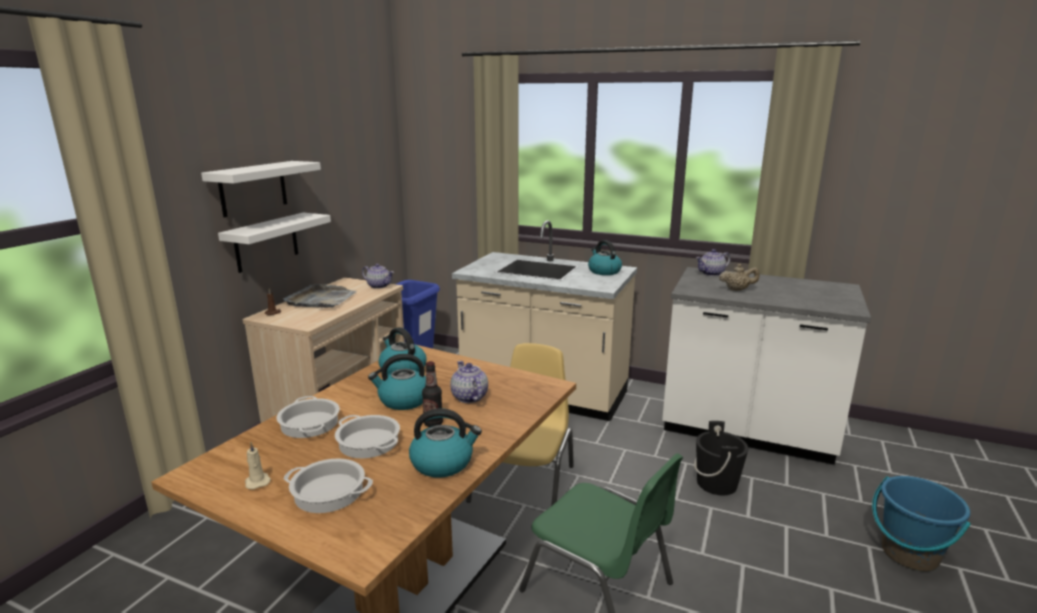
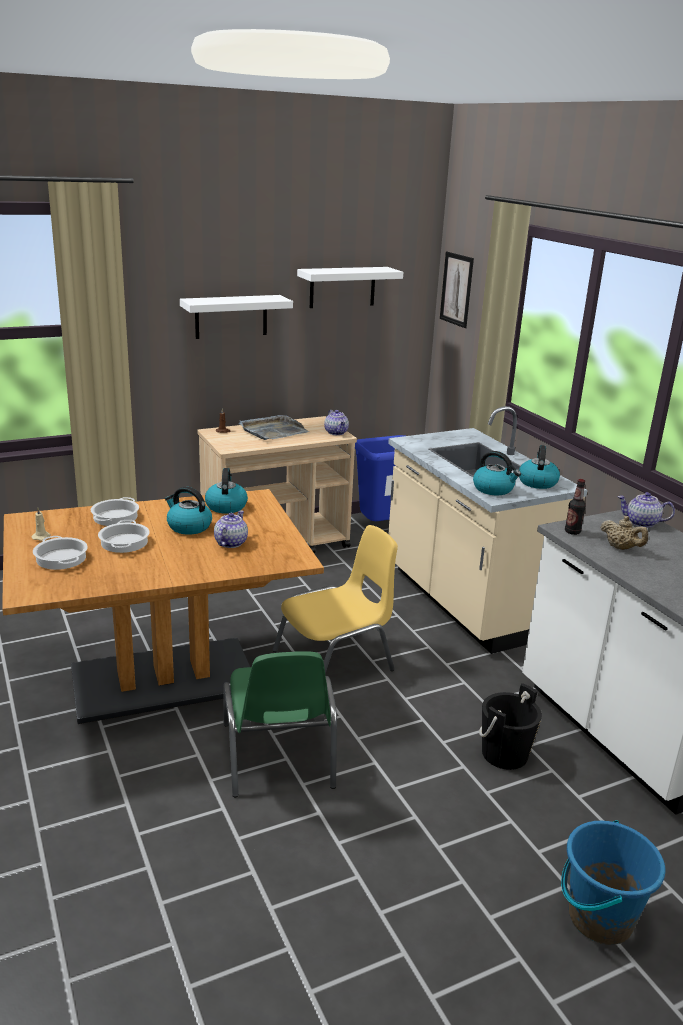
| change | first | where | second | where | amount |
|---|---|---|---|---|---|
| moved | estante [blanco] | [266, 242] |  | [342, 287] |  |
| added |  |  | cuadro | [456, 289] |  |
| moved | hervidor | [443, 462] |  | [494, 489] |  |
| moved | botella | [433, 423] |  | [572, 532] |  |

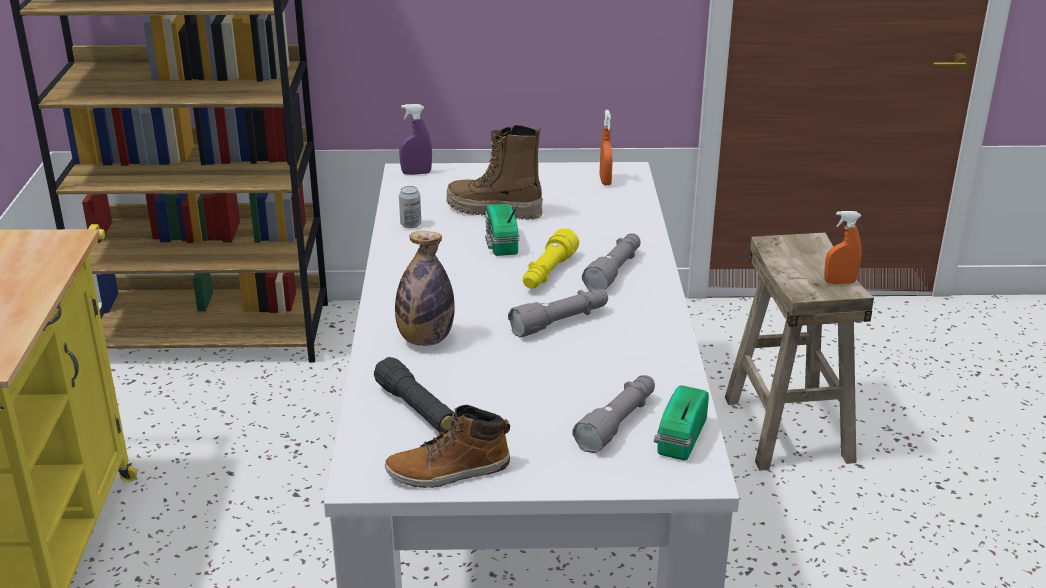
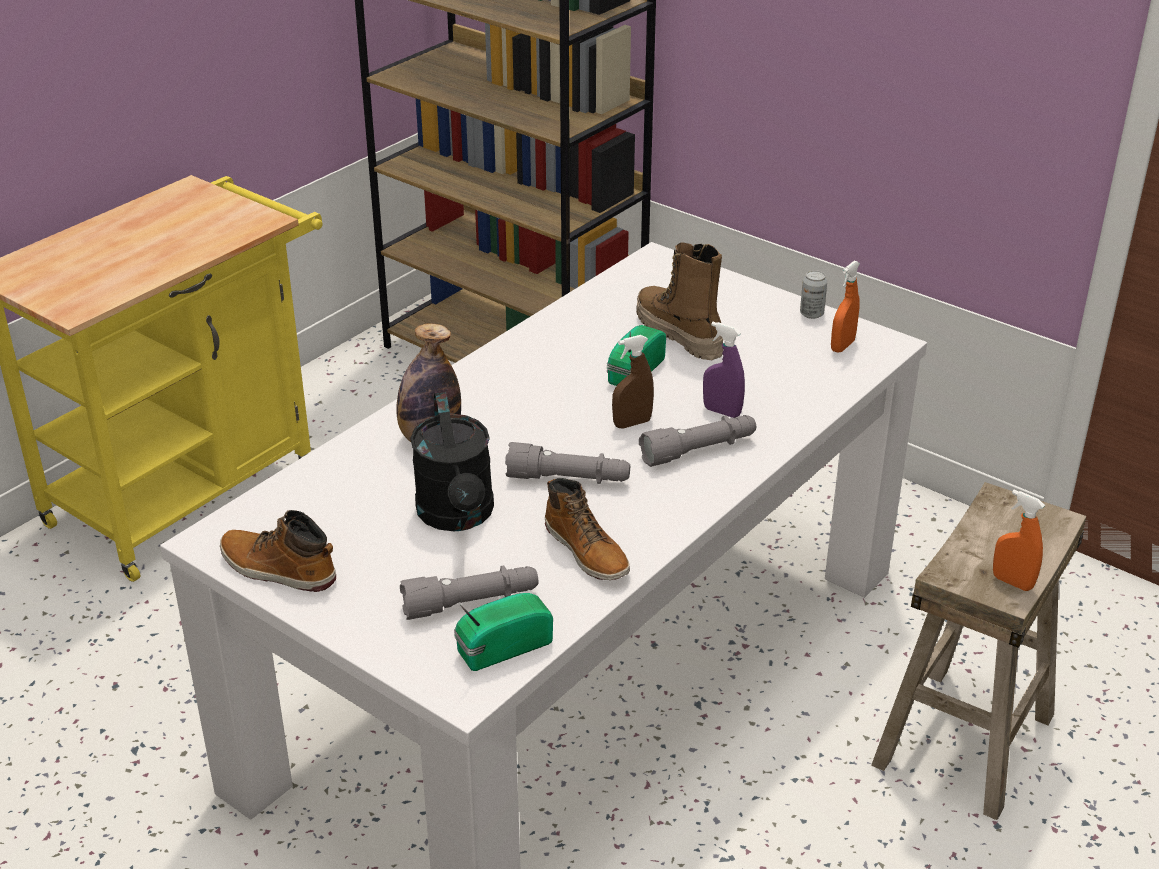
| change | first | where | second | where | amount |
|---|---|---|---|---|---|
| added |  |  | regadera [negro] | [458, 516] |  |
| added |  |  | bota | [587, 551] |  |
| replaced | linterna [amarillo] | [548, 273] | pulverizador [marrón] | [632, 423] |  |
| moved | pulverizador [morado] | [416, 173] |  | [722, 412] |  |
| moved | lata | [410, 224] |  | [811, 314] |  |
| removed | linterna [negro] | [416, 408] |  |  |  |

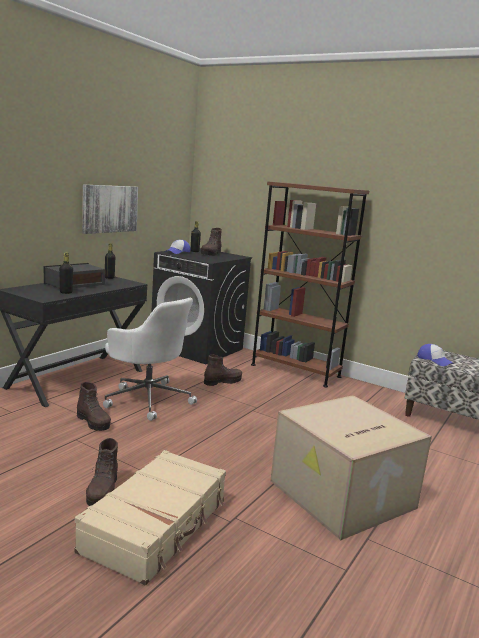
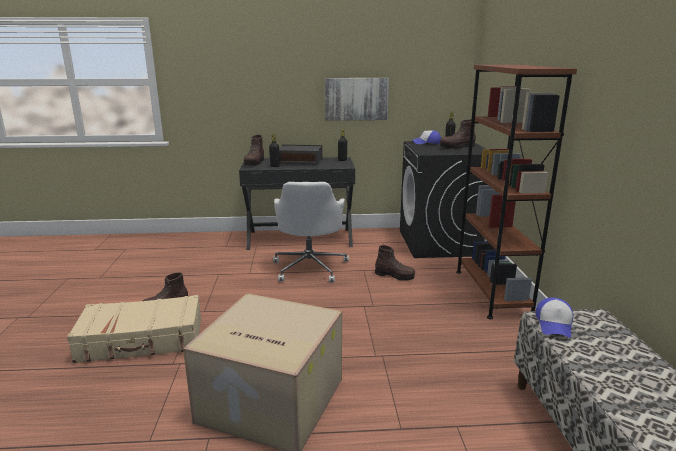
| change | first | where | second | where | amount |
|---|---|---|---|---|---|
| moved | bota [marrón] | [93, 422] |  | [254, 163] |  |

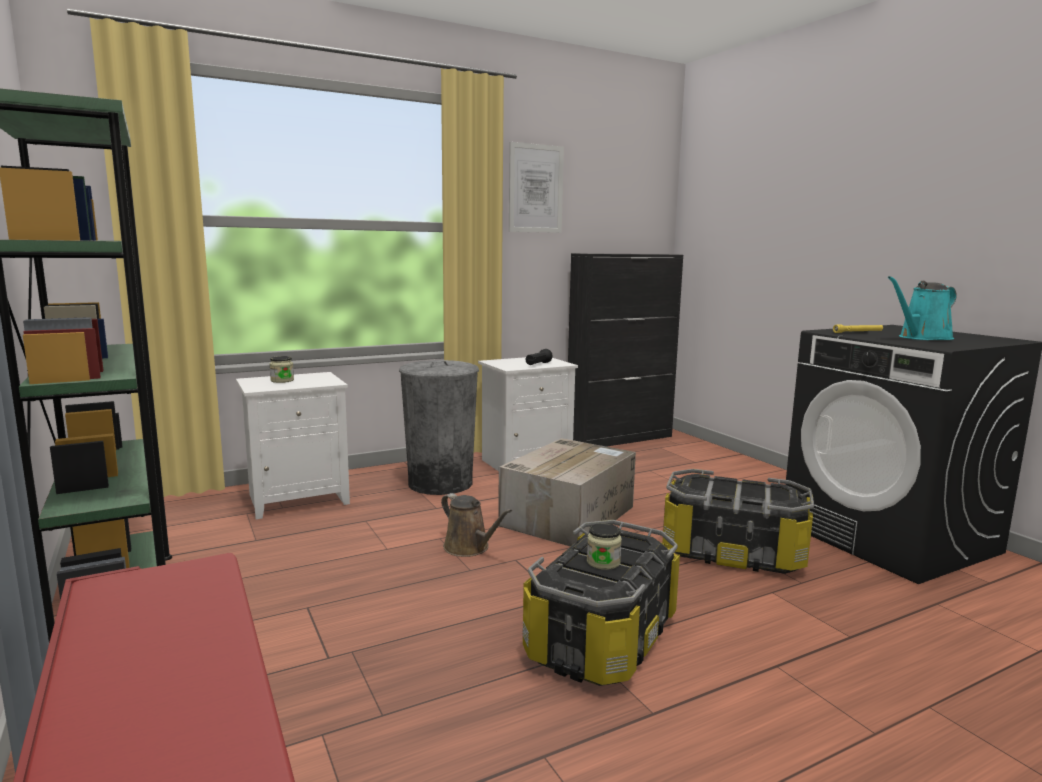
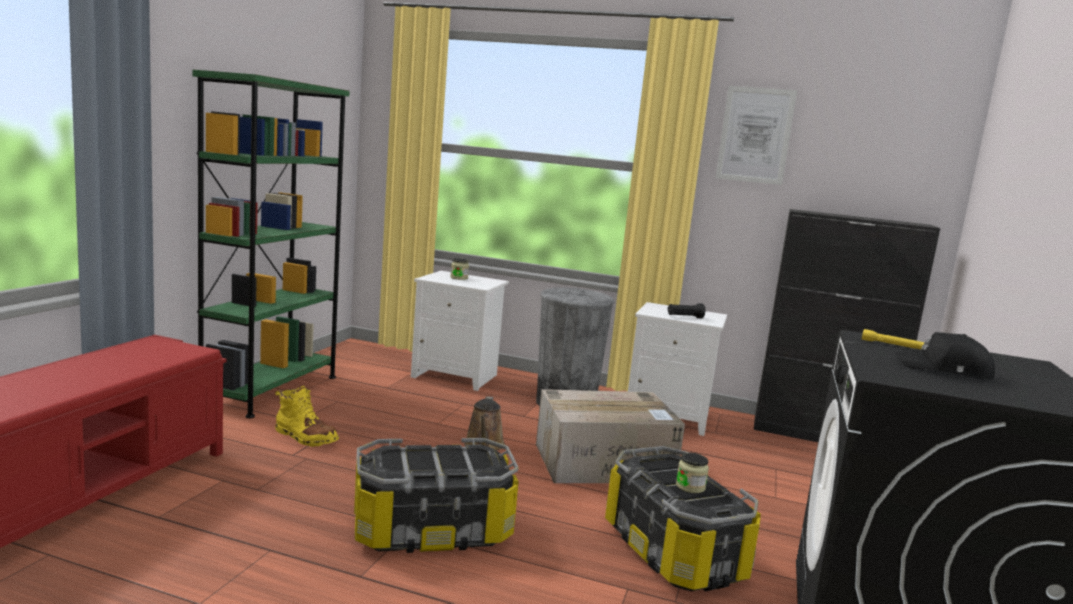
| change | first | where | second | where | amount |
|---|---|---|---|---|---|
| added |  |  | bota [amarillo] | [305, 437] |  |
| moved | tarro | [603, 562] |  | [690, 487] |  |
| replaced | regadera [turquesa] | [922, 338] | gorra [negro] | [945, 370] |  |

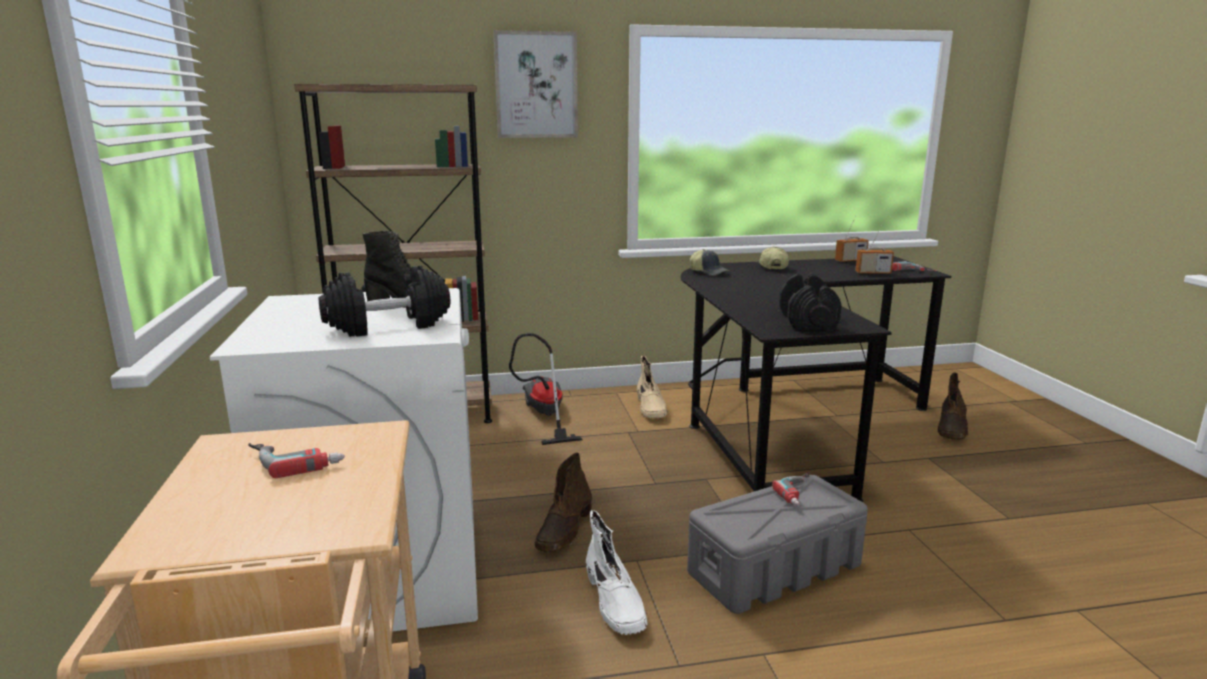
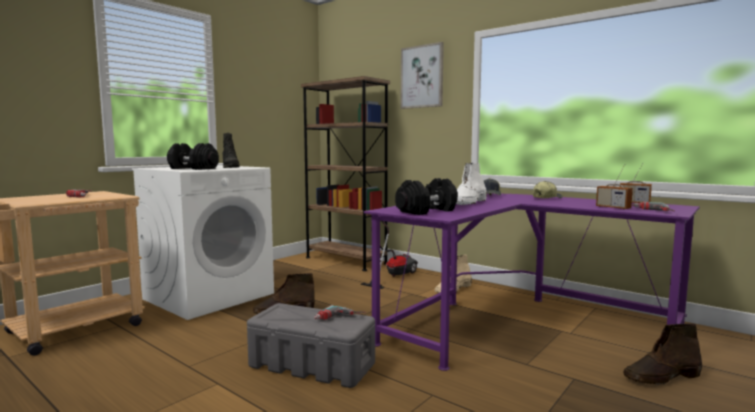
| change | first | where | second | where | amount |
|---|---|---|---|---|---|
| recoloured | escritorio [negro] | [788, 423] | escritorio [morado] | [517, 323] |  |
| moved | bota [blanco] | [615, 602] |  | [468, 203] |  |

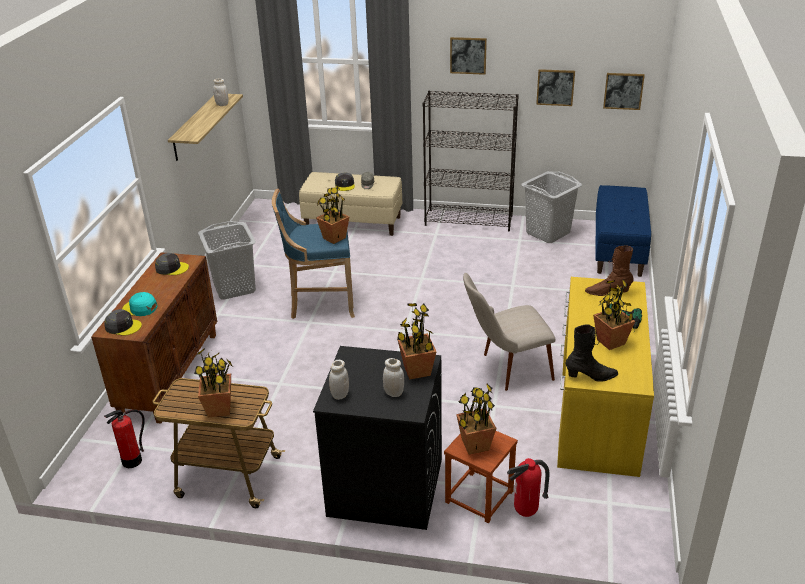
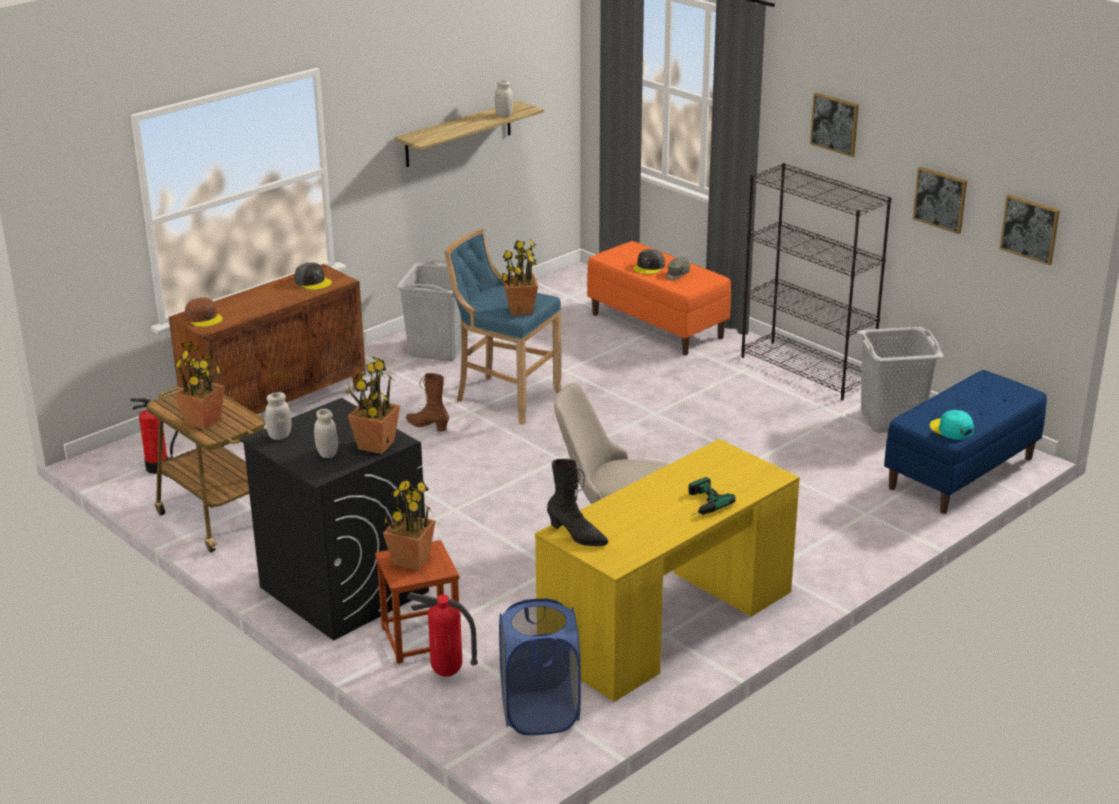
| change | first | where | second | where | amount |
|---|---|---|---|---|---|
| recoloured | gorra [gris] | [123, 326] | gorra [marrón] | [204, 318] |  |
| moved | bota [marrón] | [607, 292] |  | [428, 426] |  |
| added |  |  | cesto de la ropa [azul] | [540, 713] |  |
| recoloured | banco [beis] | [353, 223] | banco [naranja] | [658, 326] |  |
| moved | gorra [turquesa] | [140, 308] |  | [951, 429] |  |
| removed | planta en maceta | [611, 342] |  |  |  |

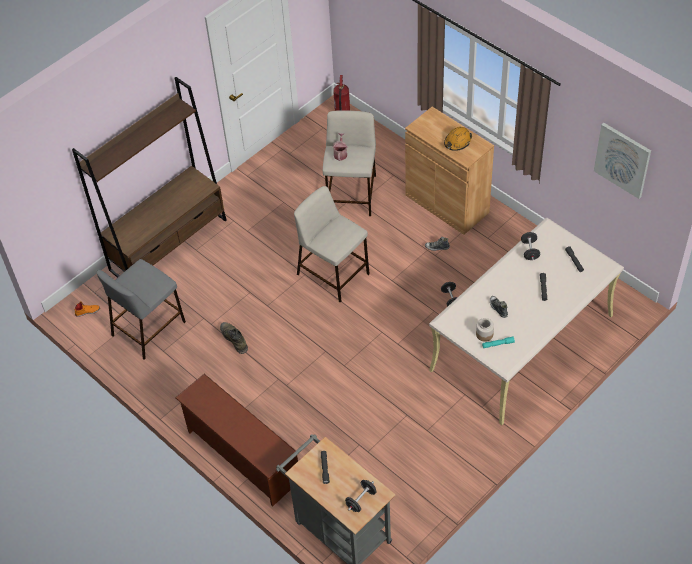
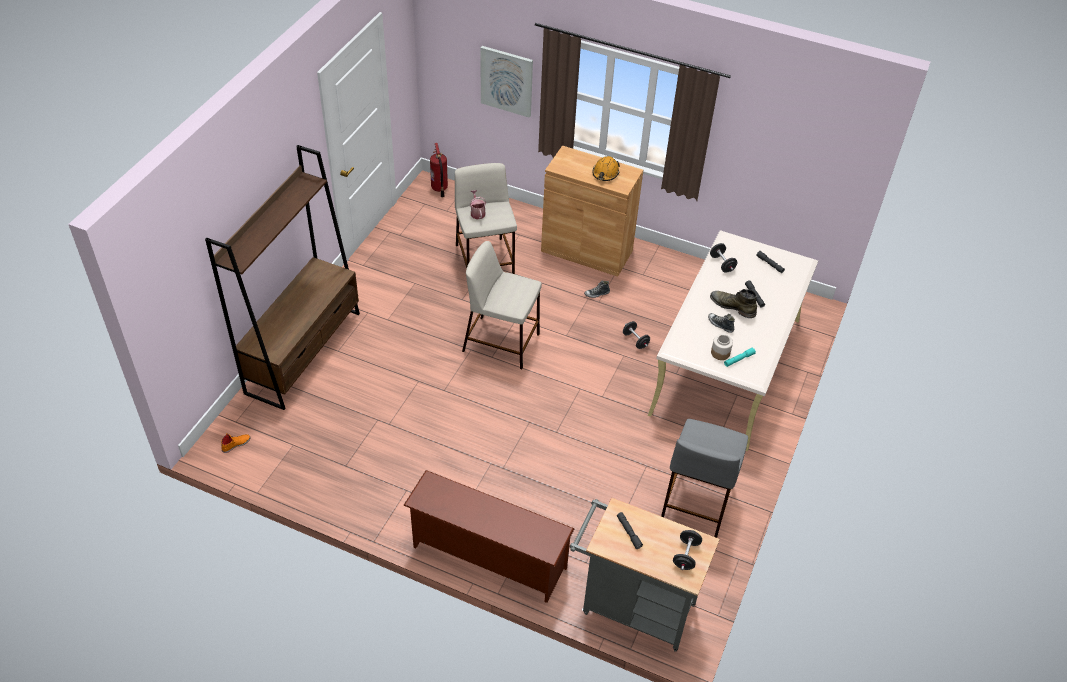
| change | first | where | second | where | amount |
|---|---|---|---|---|---|
| moved | cuadro | [622, 160] |  | [506, 81] |  |
| moved | taburete [gris] | [149, 328] |  | [696, 501] |  |
| moved | bota [verde] | [234, 339] |  | [732, 306] |  |

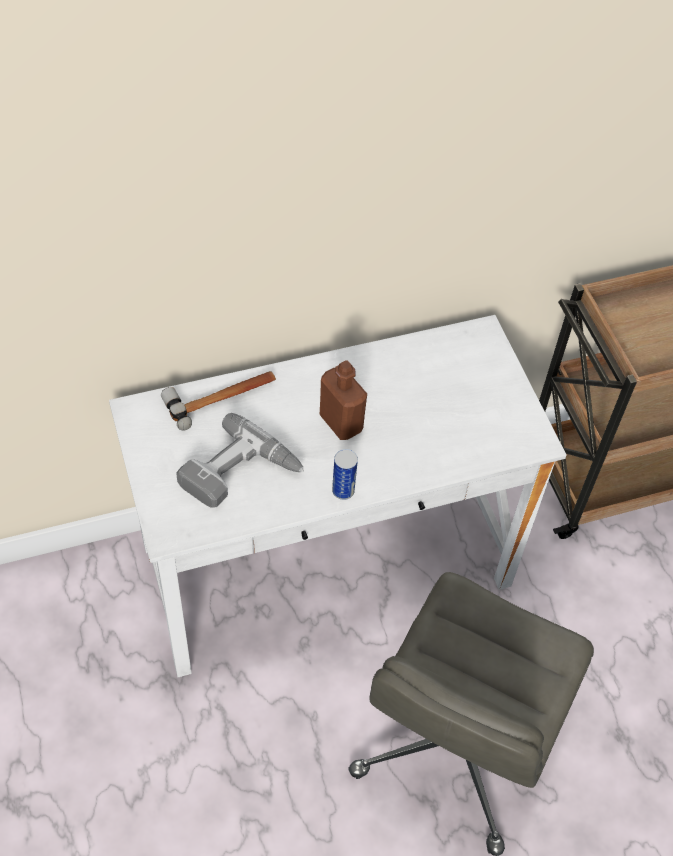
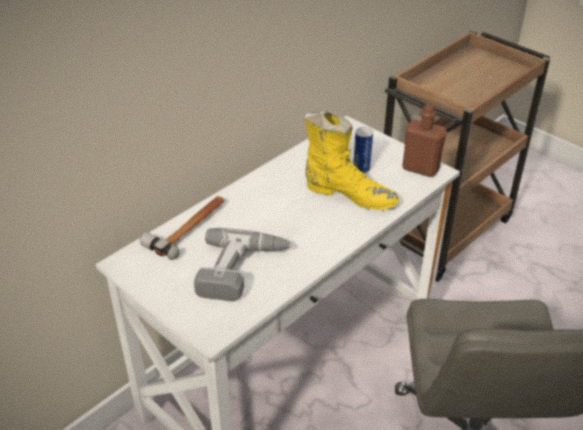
| change | first | where | second | where | amount |
|---|---|---|---|---|---|
| added |  |  | bota [amarillo] | [349, 195] |  |
| moved | lata | [343, 491] |  | [361, 169] |  |
| moved | botella [marrón] | [341, 422] |  | [420, 169] |  |

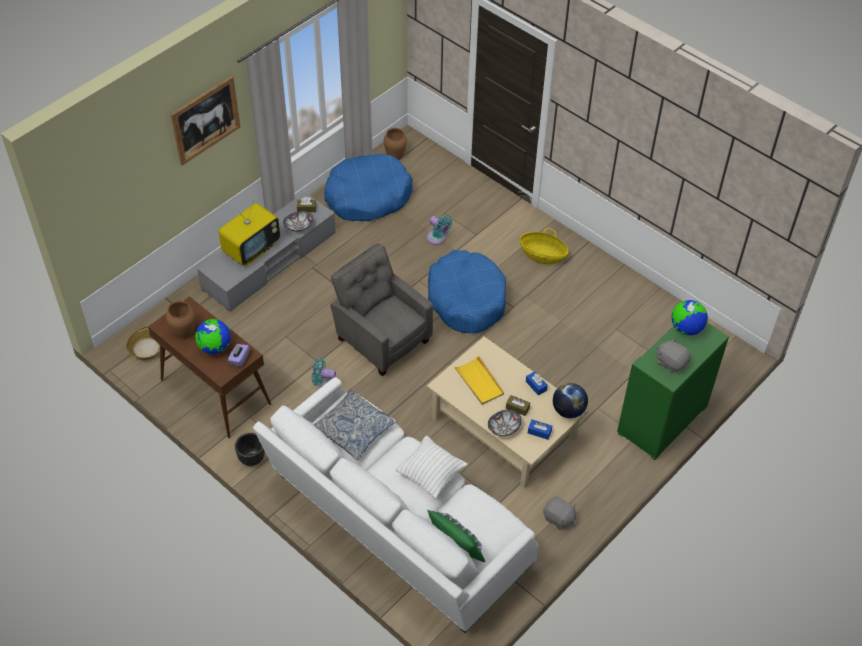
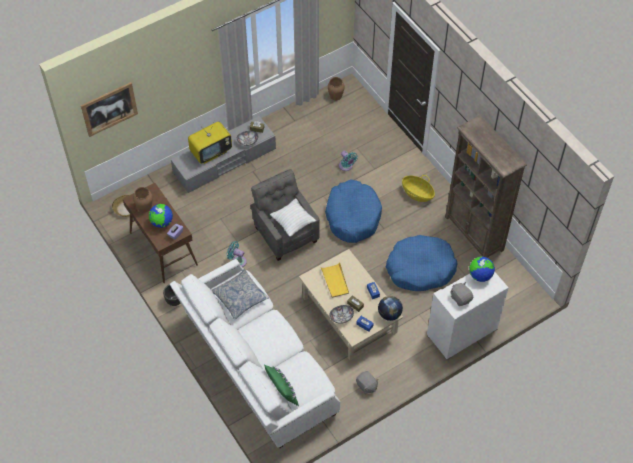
| change | first | where | second | where | amount |
|---|---|---|---|---|---|
| moved | cuadro | [205, 120] |  | [109, 109] |  |
| moved | cojín [blanco] | [430, 474] |  | [293, 222] |  |
| moved | cama para perro [azul] | [367, 196] |  | [420, 268] |  |
| recoloured | armario [verde] | [663, 420] | armario [blanco] | [462, 333] |  |
| added |  |  | estantería [marrón] | [474, 234] |  |

